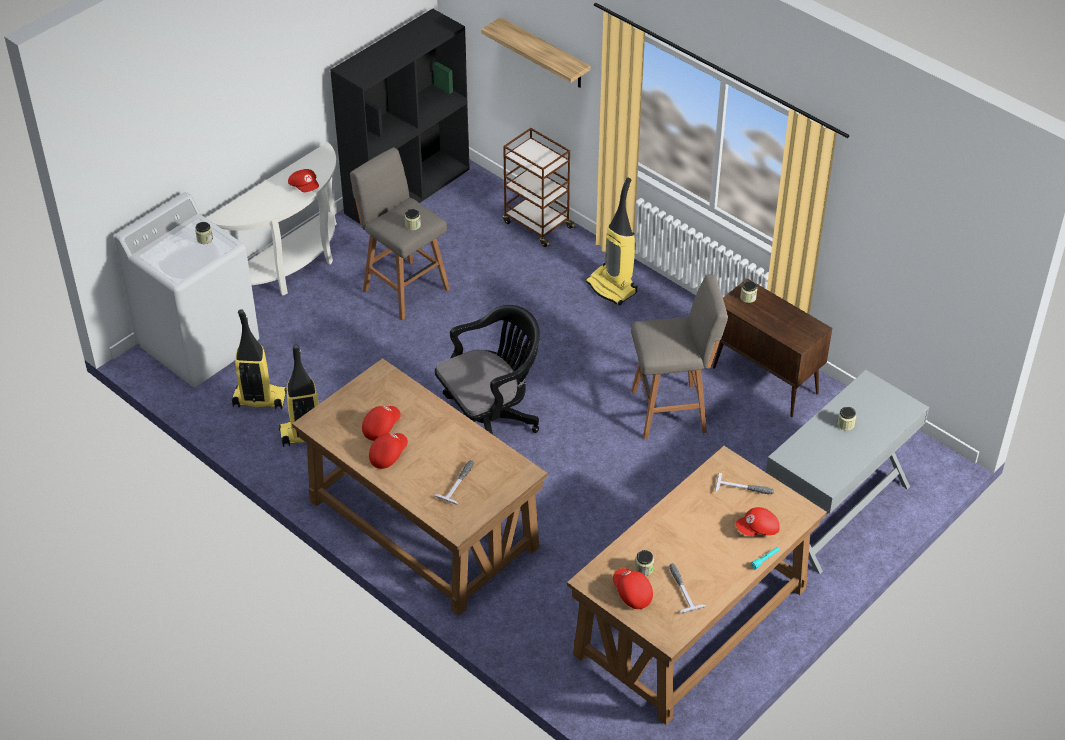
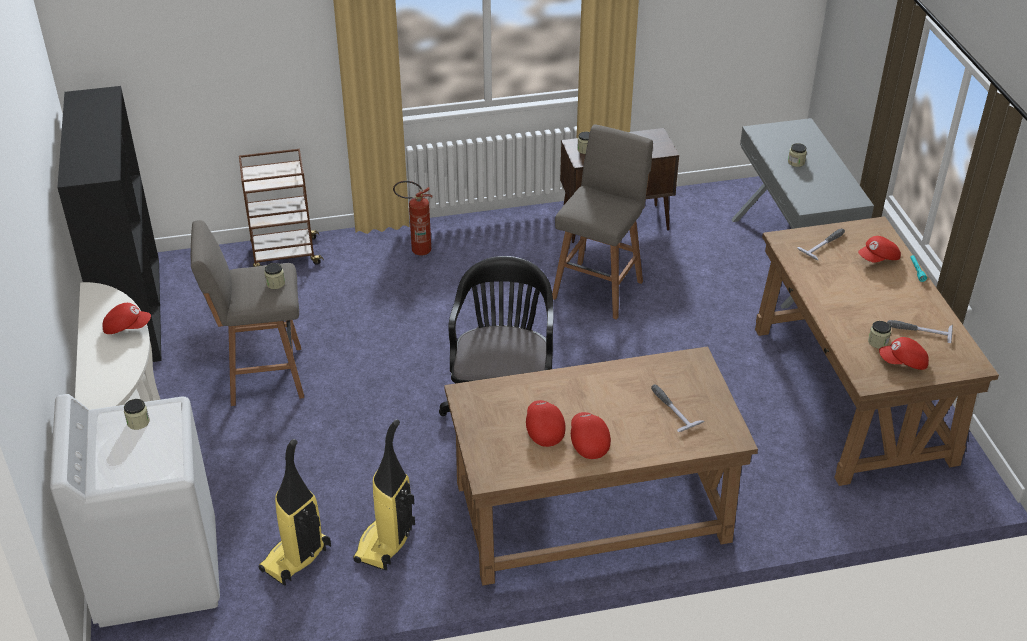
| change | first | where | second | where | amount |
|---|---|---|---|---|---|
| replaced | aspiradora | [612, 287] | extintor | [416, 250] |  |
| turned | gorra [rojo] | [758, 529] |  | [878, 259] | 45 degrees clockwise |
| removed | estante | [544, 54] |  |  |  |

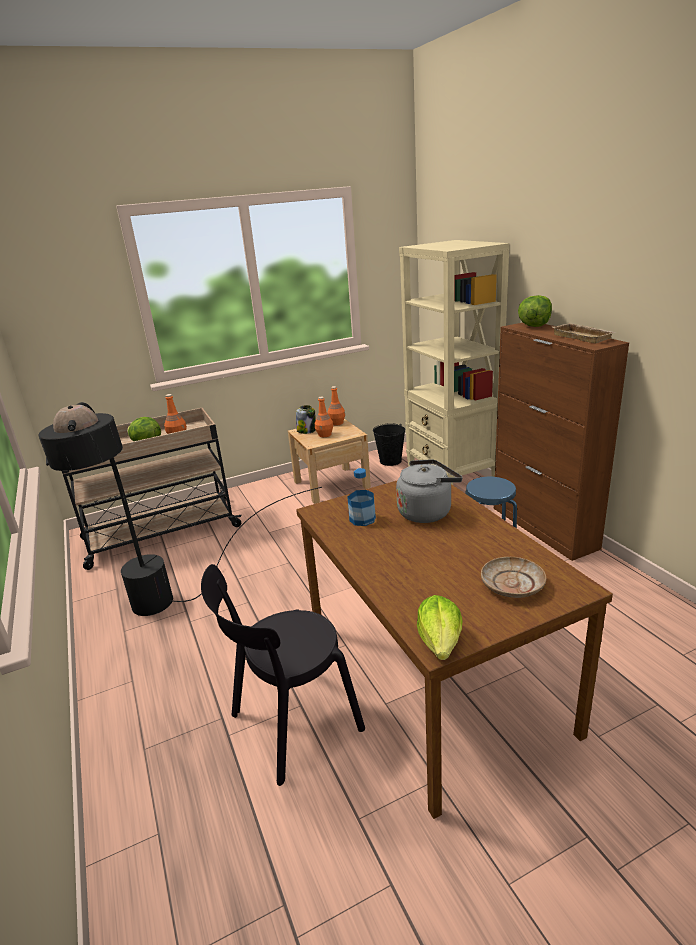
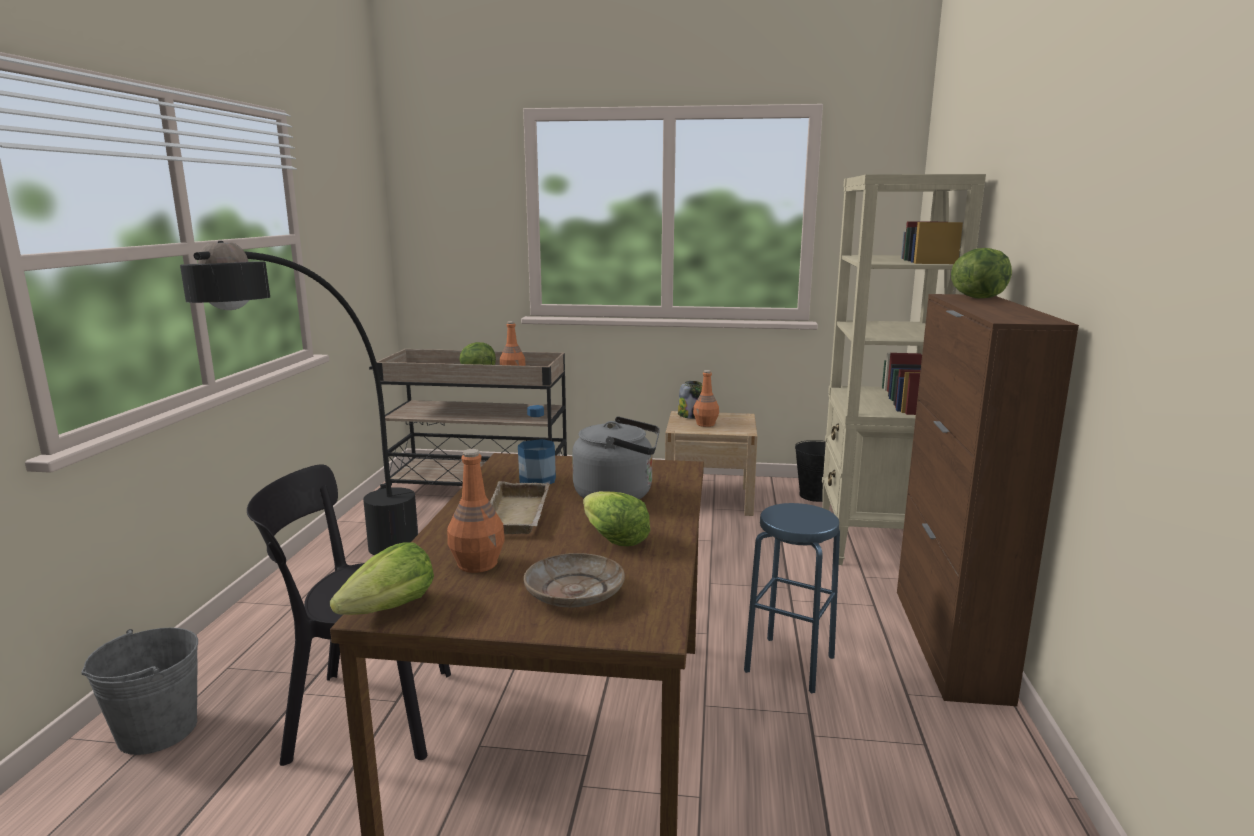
| change | first | where | second | where | amount |
|---|---|---|---|---|---|
| added |  |  | cubo [gris] | [157, 731] |  |
| moved | botella [naranja] | [337, 423] |  | [478, 563] |  |
| moved | bandeja [beis] | [584, 337] |  | [519, 516] |  |
| added |  |  | lechuga | [612, 538] |  |

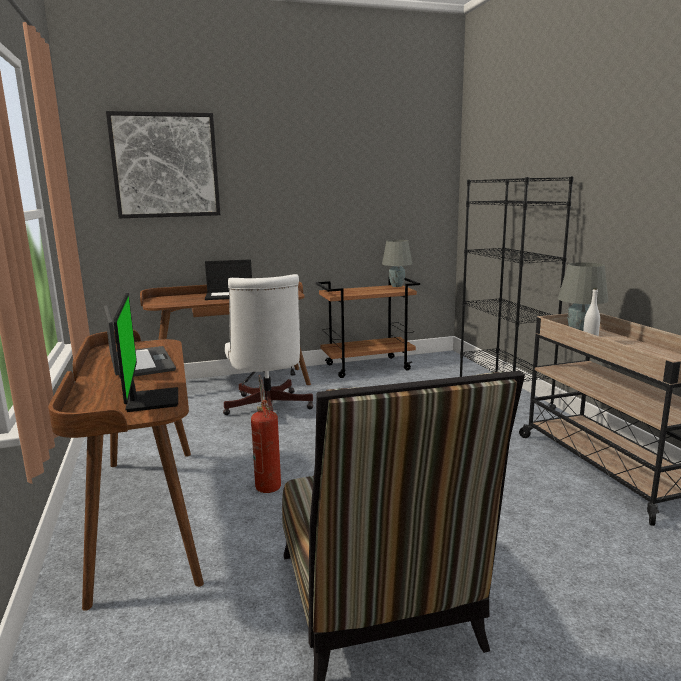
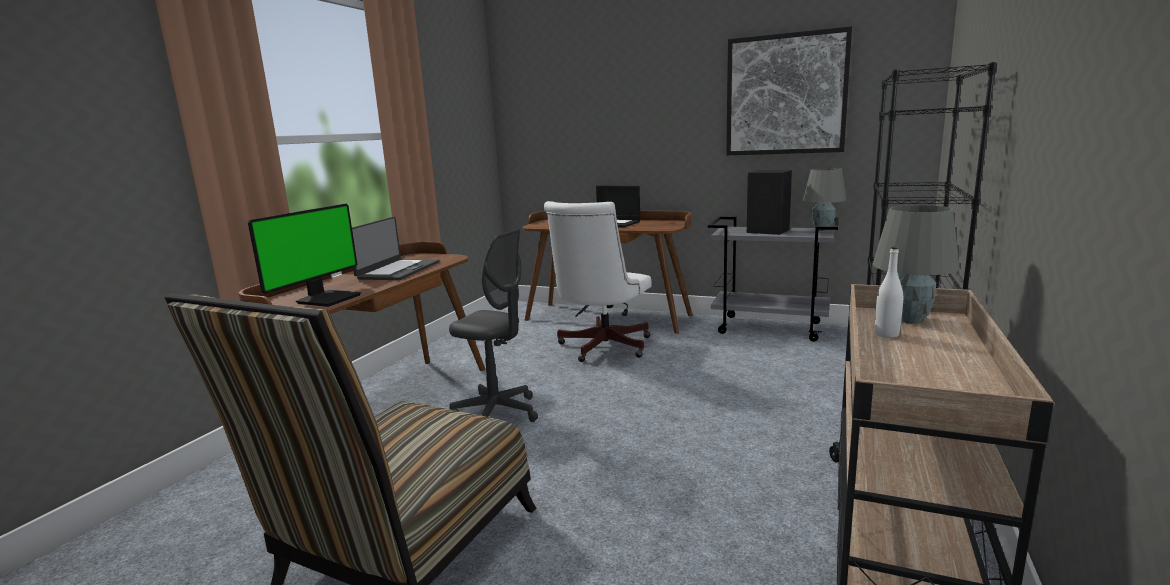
| change | first | where | second | where | amount |
|---|---|---|---|---|---|
| replaced | extintor | [267, 483] | silla de oficina [gris] | [497, 413] |  |
| recoloured | carrito [marrón] | [368, 367] | carrito [gris] | [770, 328] |  |
| moved | cuadro | [165, 165] |  | [785, 95] |  |
| added |  |  | altavoz [negro] | [769, 231] |  |

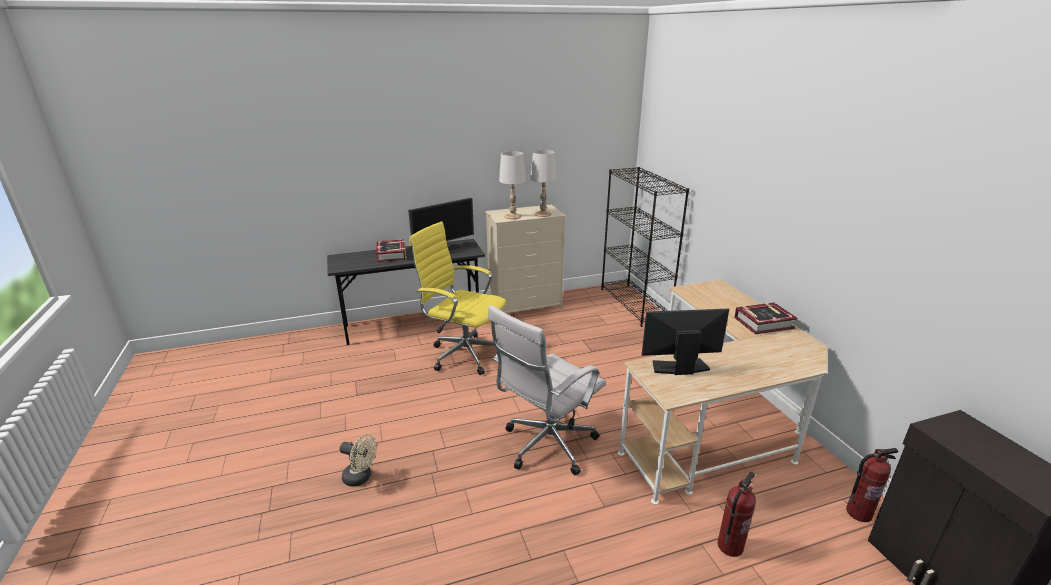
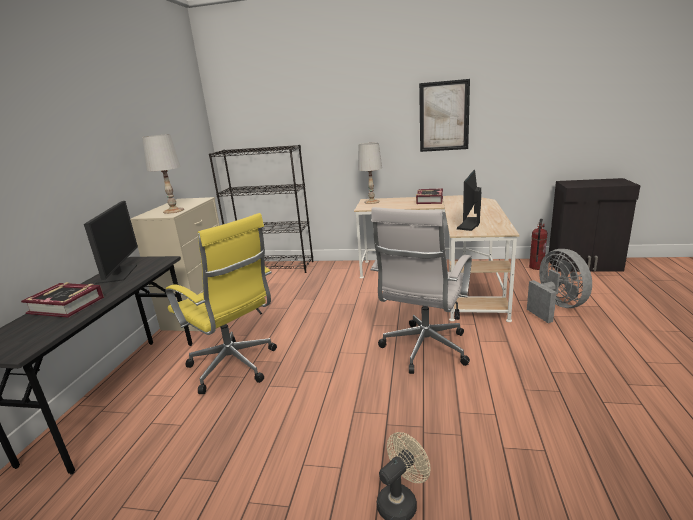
| change | first | where | second | where | amount |
|---|---|---|---|---|---|
| turned | silla de oficina [amarillo] | [463, 354] |  | [235, 367] | 105 degrees counterclockwise |
| moved | lámpara de mesa [blanco] | [543, 214] |  | [371, 202] |  |
| turned | silla de oficina [blanco] | [546, 446] |  | [423, 350] | 45 degrees clockwise |
| added |  |  | cuadro | [444, 116] |  |
| replaced | extintor | [729, 546] | ventilador [gris] | [556, 307] |  |

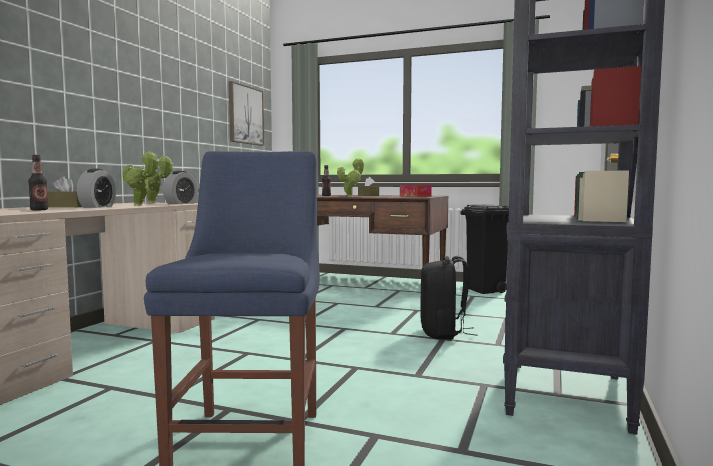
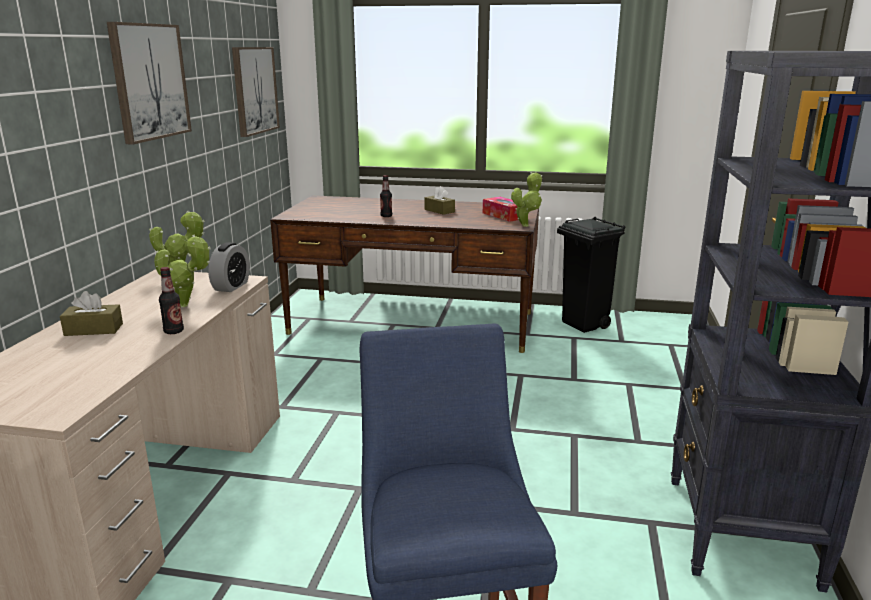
| change | first | where | second | where | amount |
|---|---|---|---|---|---|
| added |  |  | cuadro | [149, 81] |  |
| moved | botella | [39, 210] |  | [174, 331] |  |
| moved | planta en maceta | [351, 196] |  | [526, 225] |  |
| removed | despertador | [97, 207] |  |  |  |
| removed | mochila [negro] | [443, 333] |  |  |  |

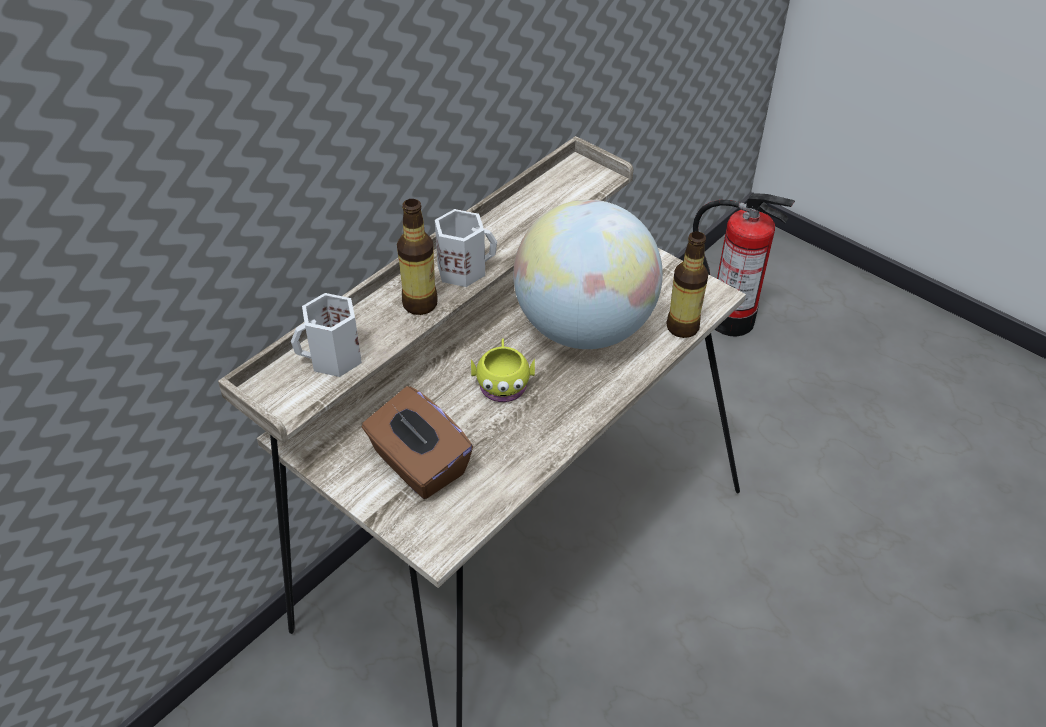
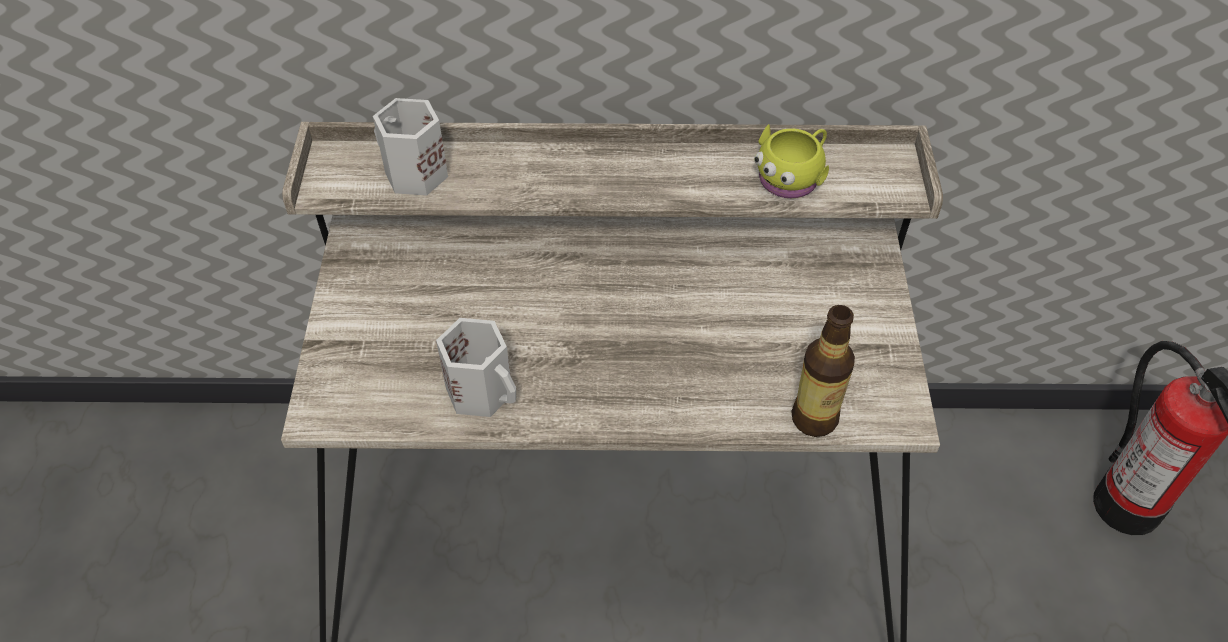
| change | first | where | second | where | amount |
|---|---|---|---|---|---|
| moved | taza grande [blanco] | [463, 269] |  | [483, 391] |  |
| moved | taza grande [amarillo] | [503, 383] |  | [792, 177] |  |
| removed | caja de pañuelos [marrón] | [418, 464] |  |  |  |
| removed | botella | [420, 303] |  |  |  |
| removed | globo terráqueo | [584, 328] |  |  |  |

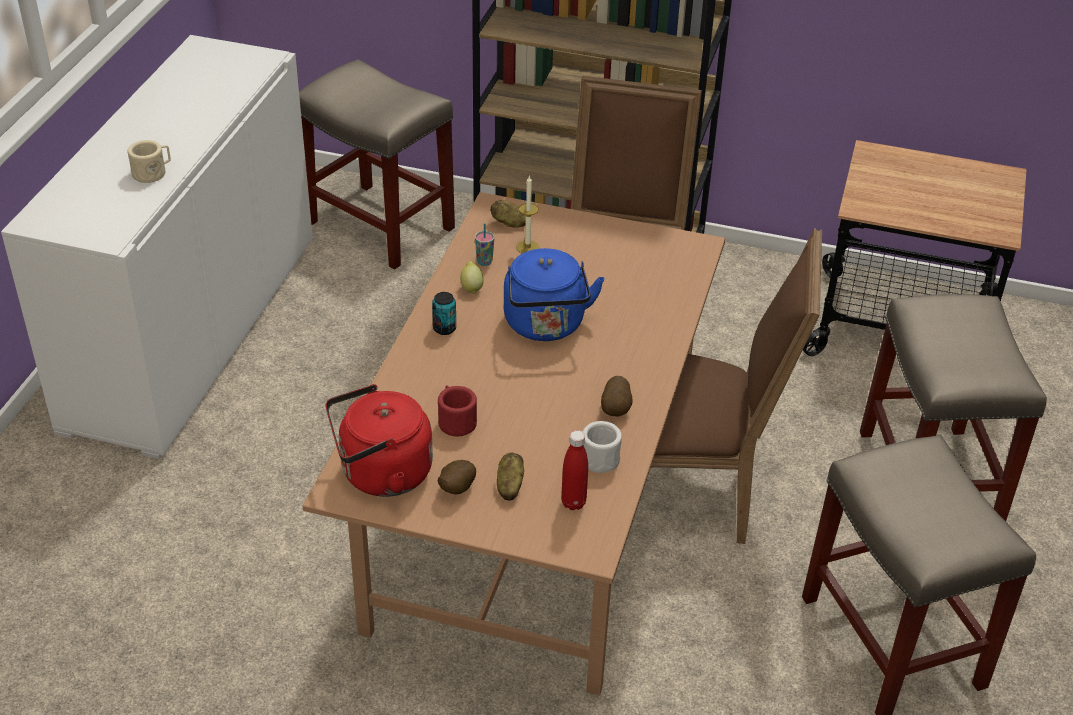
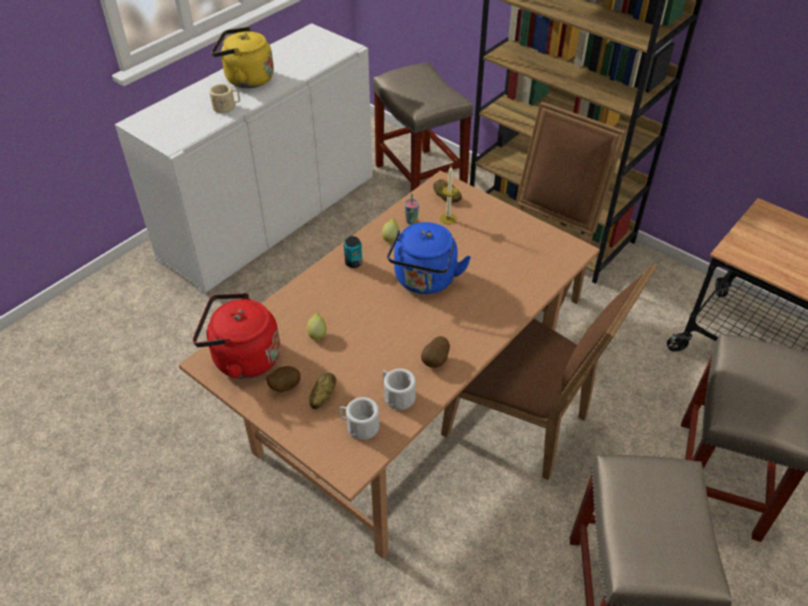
| change | first | where | second | where | amount |
|---|---|---|---|---|---|
| added |  |  | hervidor [amarillo] | [246, 79] |  |
| replaced | taza grande [rojo] | [455, 421] | limón | [317, 334] |  |
| replaced | botella [rojo] | [573, 503] | taza grande [blanco] | [359, 426] |  |

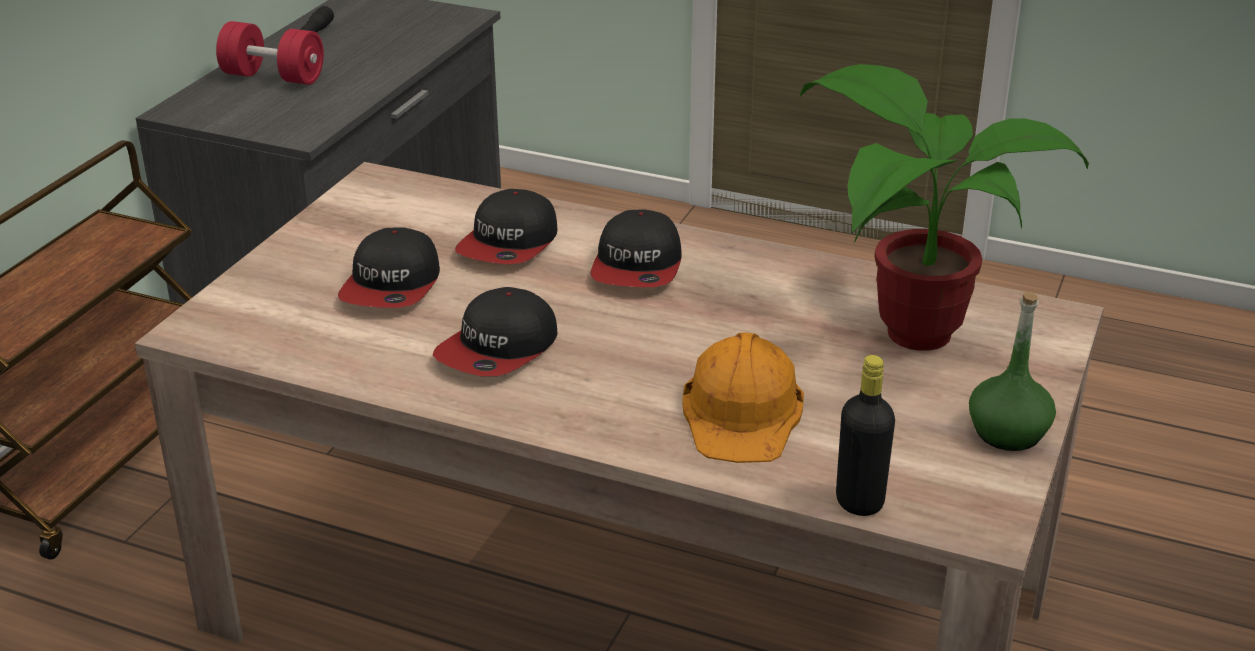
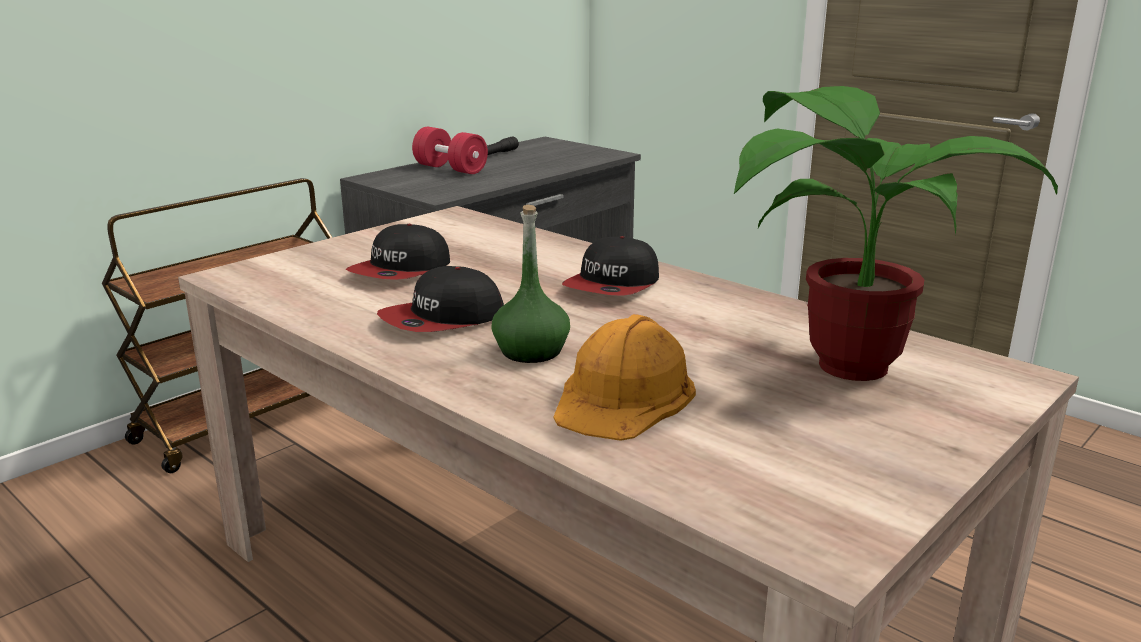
| change | first | where | second | where | amount |
|---|---|---|---|---|---|
| moved | botella [verde] | [1008, 433] |  | [531, 351] |  |
| removed | gorra | [509, 244] |  |  |  |
| removed | botella [negro] | [859, 502] |  |  |  |

